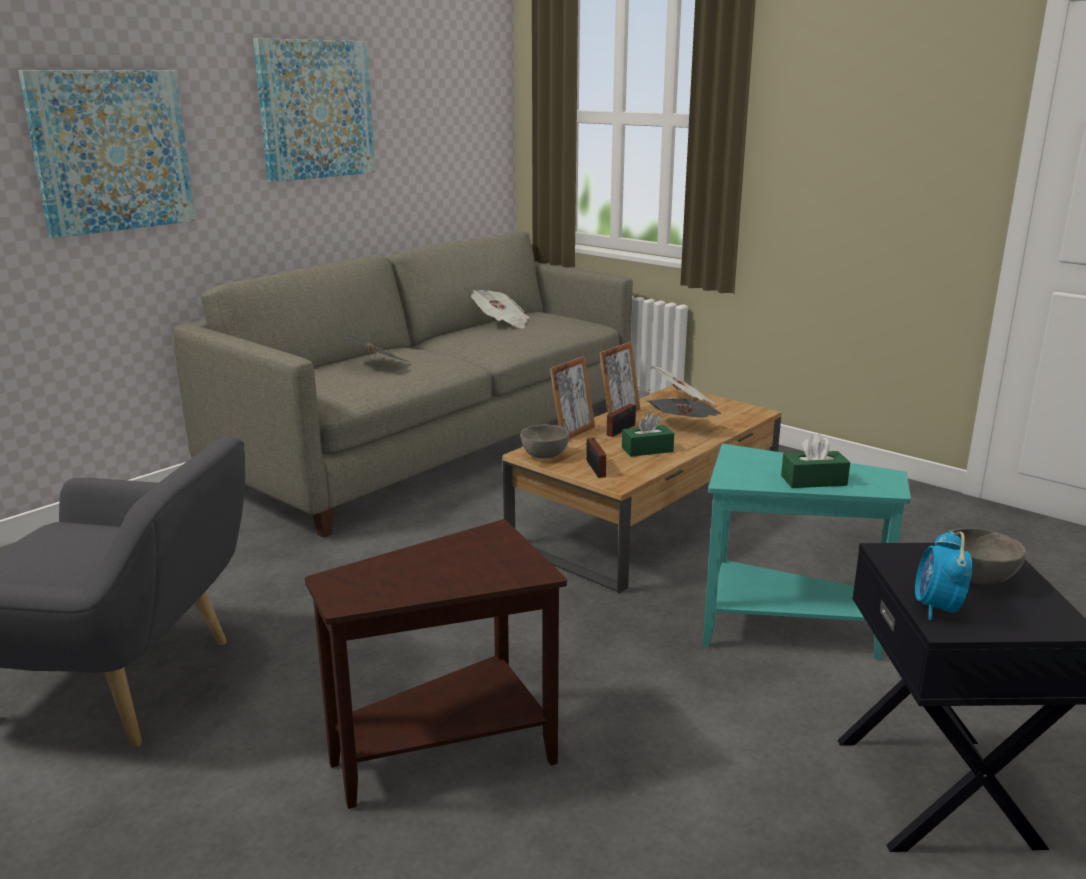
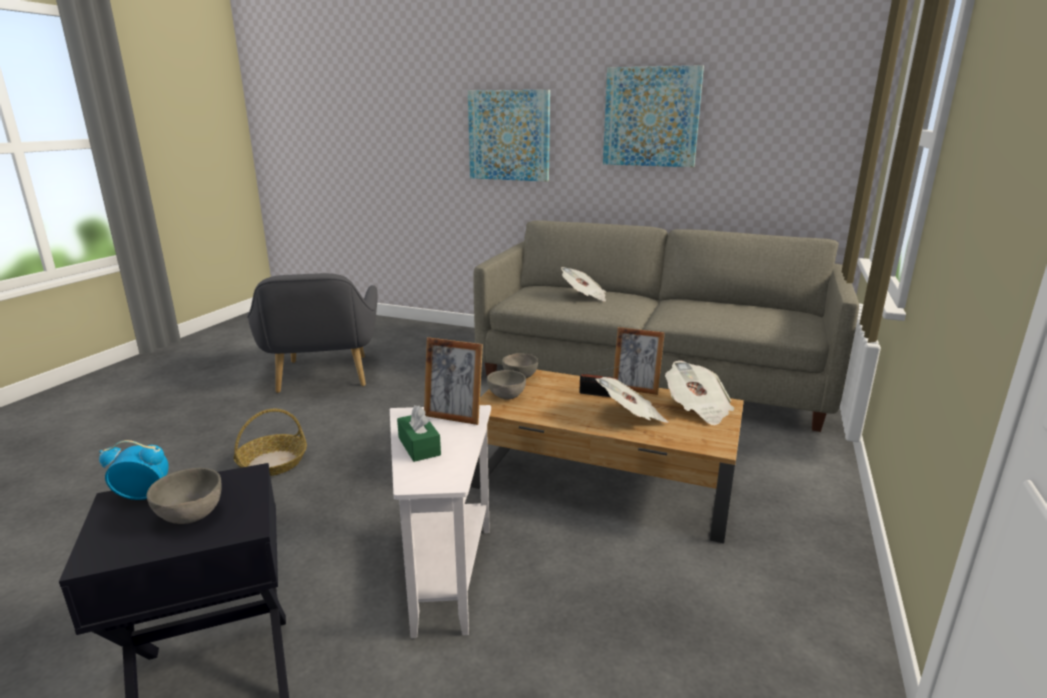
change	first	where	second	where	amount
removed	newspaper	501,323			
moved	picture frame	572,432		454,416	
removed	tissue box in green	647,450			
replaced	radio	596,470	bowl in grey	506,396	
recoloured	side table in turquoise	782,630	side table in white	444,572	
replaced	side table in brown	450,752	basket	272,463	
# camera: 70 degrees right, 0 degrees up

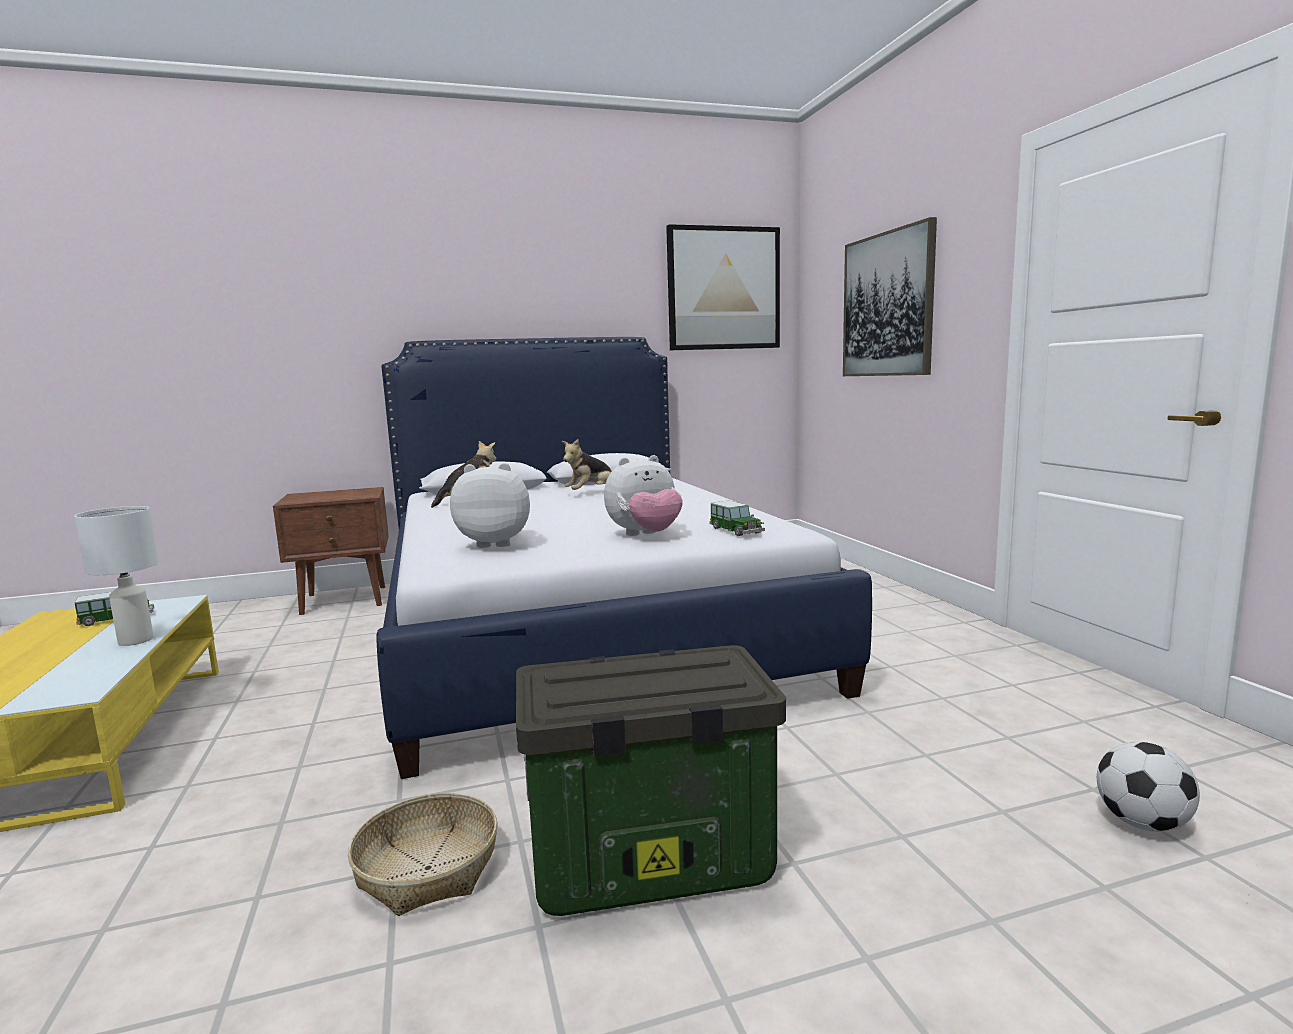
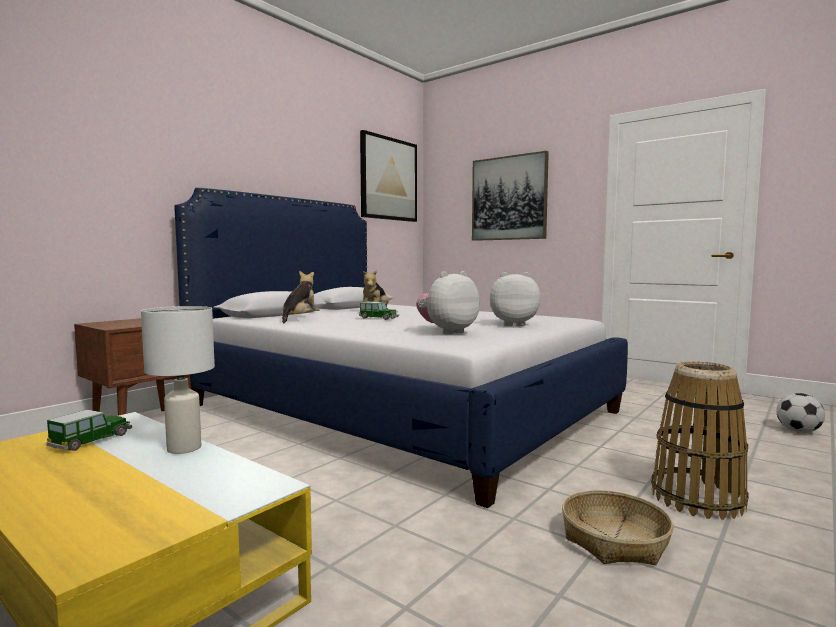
change	first	where	second	where	amount
turned	plush toy	645,535		513,324	120 degrees counterclockwise
moved	toy car	736,531		379,318	
replaced	storage box	647,862	basket	697,498	
# camera: 35 degrees left, 5 degrees down

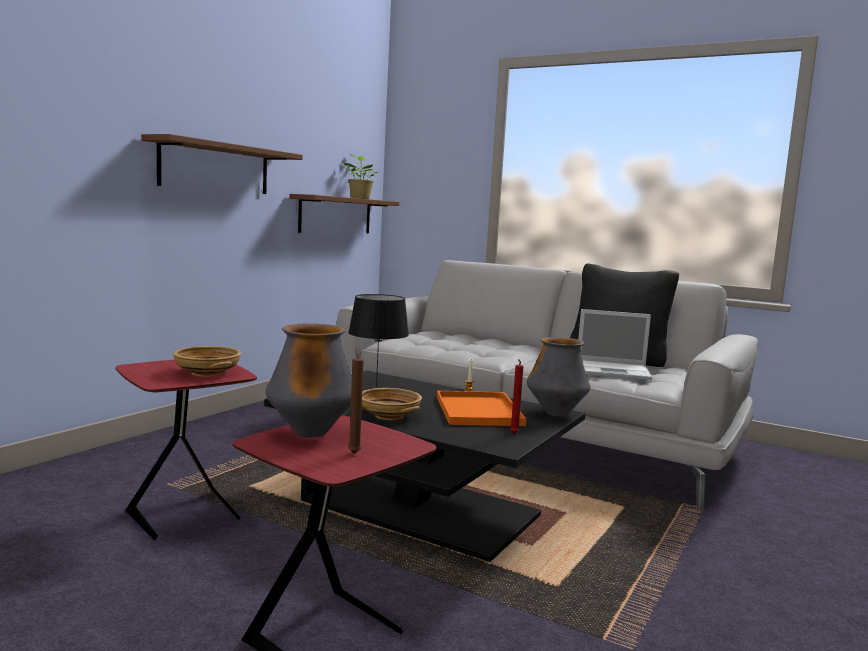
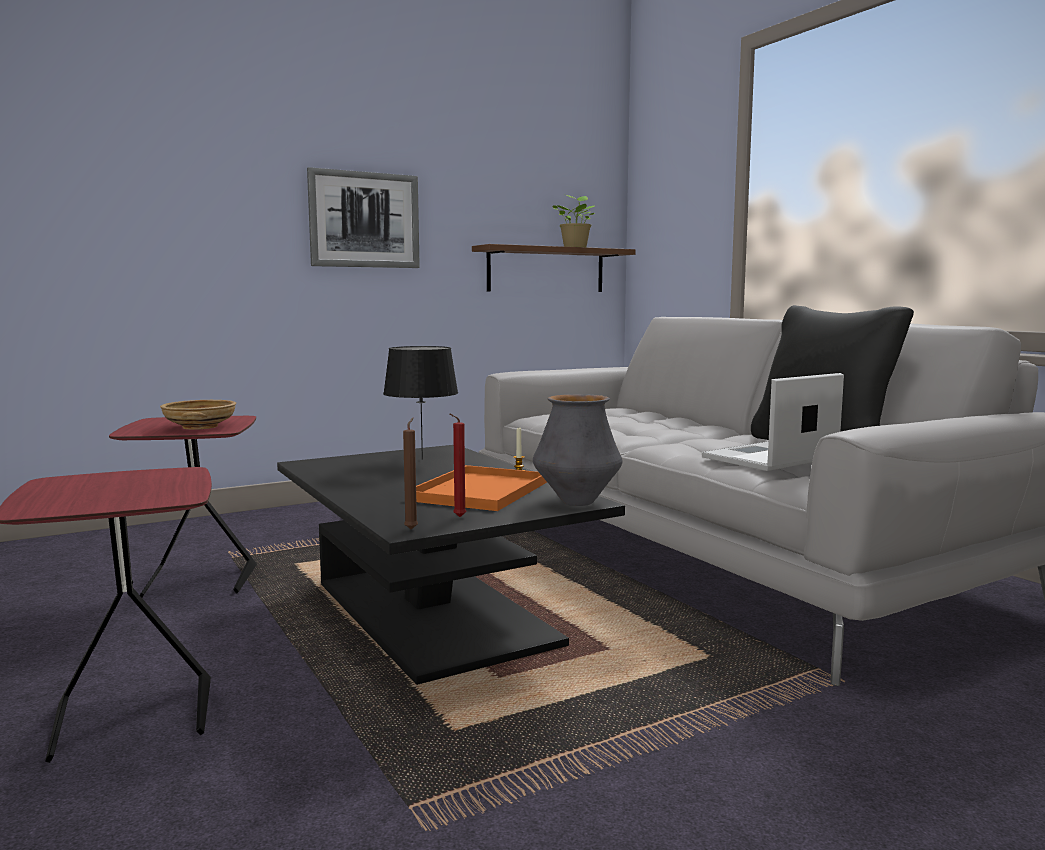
change	first	where	second	where	amount
replaced	shelf in brown	215,167	picture	364,220	
turned	laptop	614,371		768,458	105 degrees clockwise
removed	vase	311,433			
moved	candle in brown	354,453		412,529	
removed	bowl in beige	389,415			
# camera: 30 degrees right, 0 degrees up

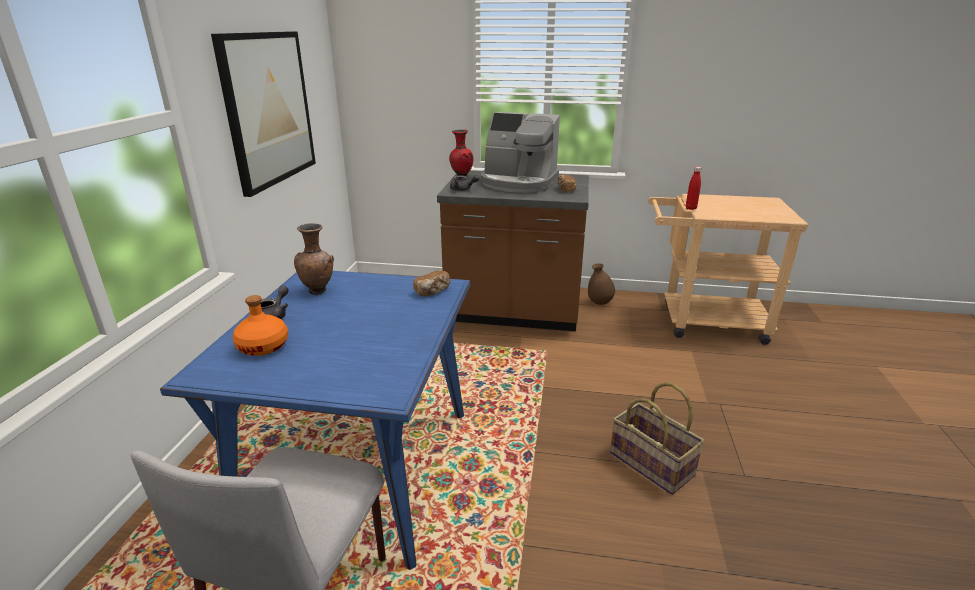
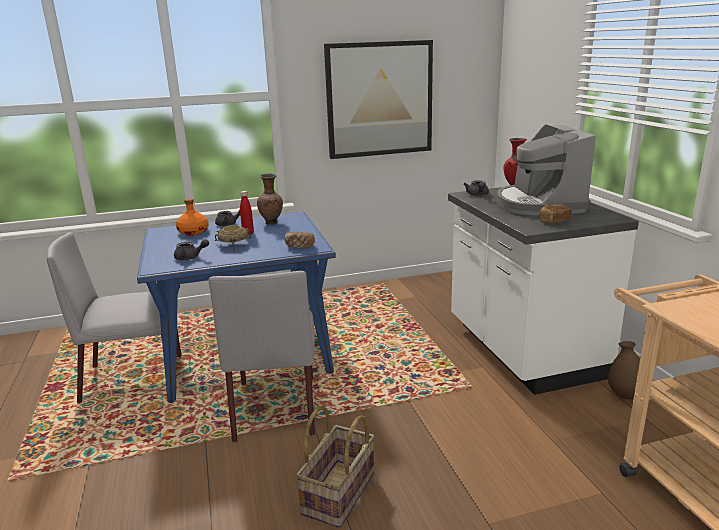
change	first	where	second	where	amount
moved	bottle in red	691,208		248,233	
recoloured	counter in brown	514,313	counter in white	522,350	
added			bowl in beige	233,244	
added			teapot in grey	190,258	
added			chair in grey	275,406	
# camera: 65 degrees right, 5 degrees down

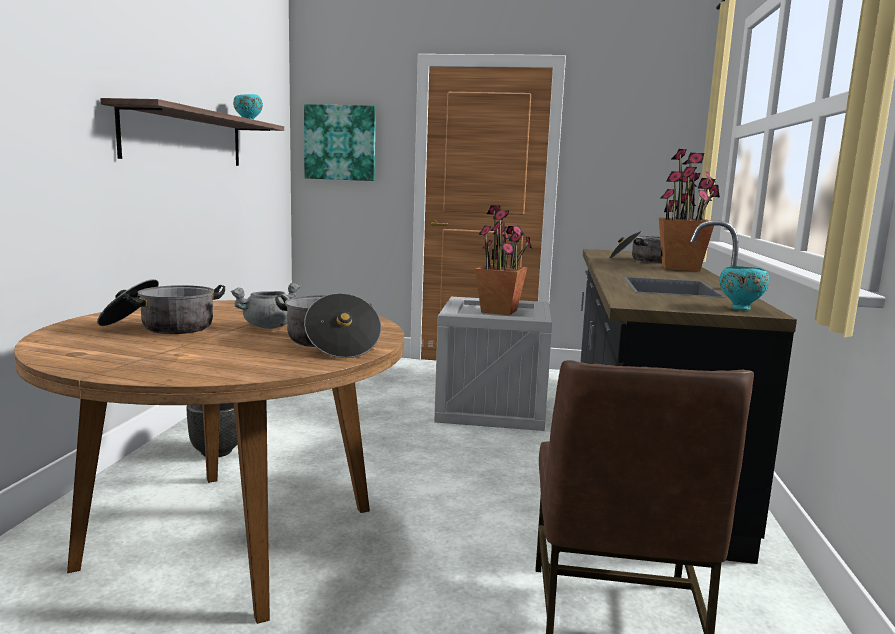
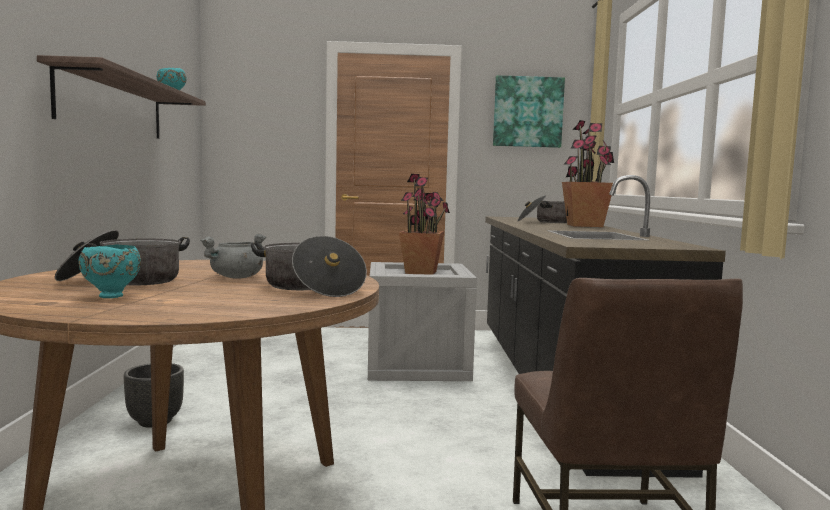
change	first	where	second	where	amount
moved	picture	340,143		527,112	
moved	bowl in turquoise	739,308		111,296	
# camera: 10 degrees left, 5 degrees down

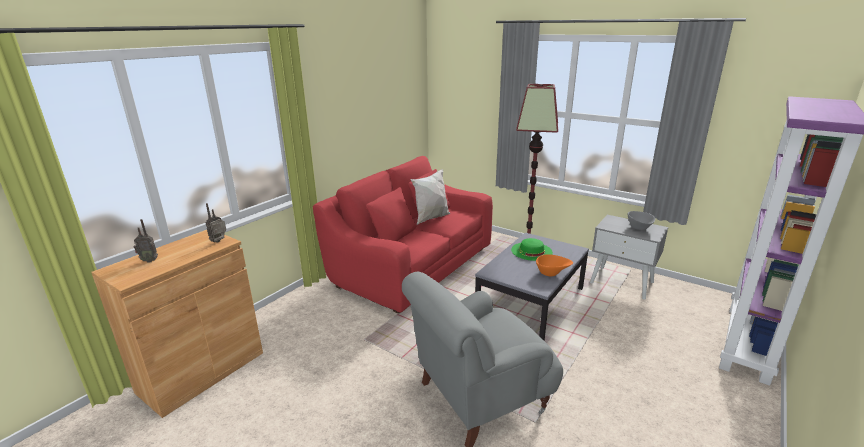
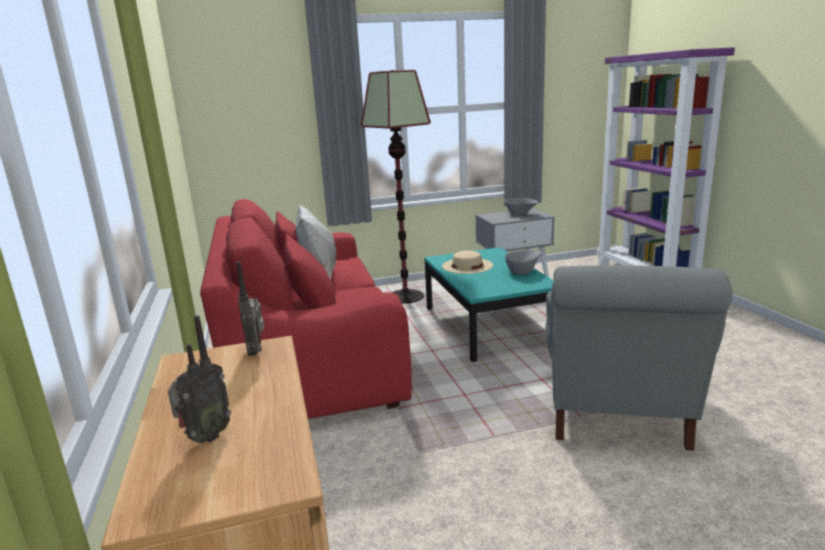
change	first	where	second	where	amount
recoloured	coffee table in grey	530,302	coffee table in turquoise	487,326	
recoloured	hat in green	531,251	hat in beige	467,265	
recoloured	bowl in orange	552,273	bowl in grey	523,271	
# camera: 50 degrees left, 5 degrees down

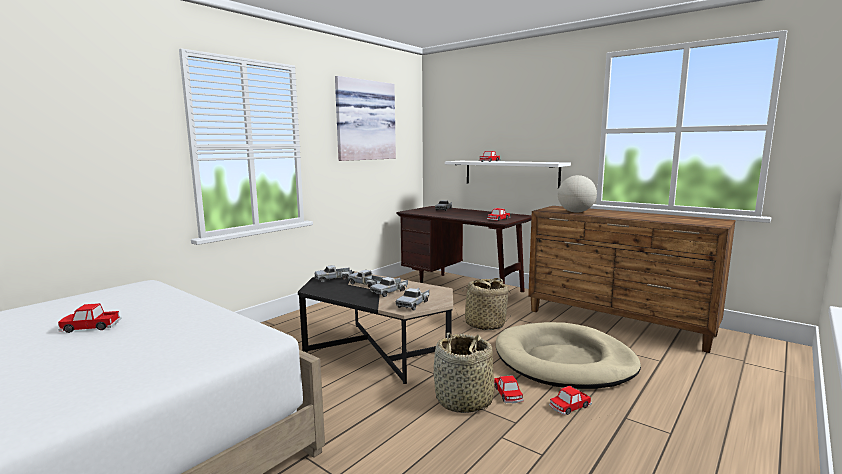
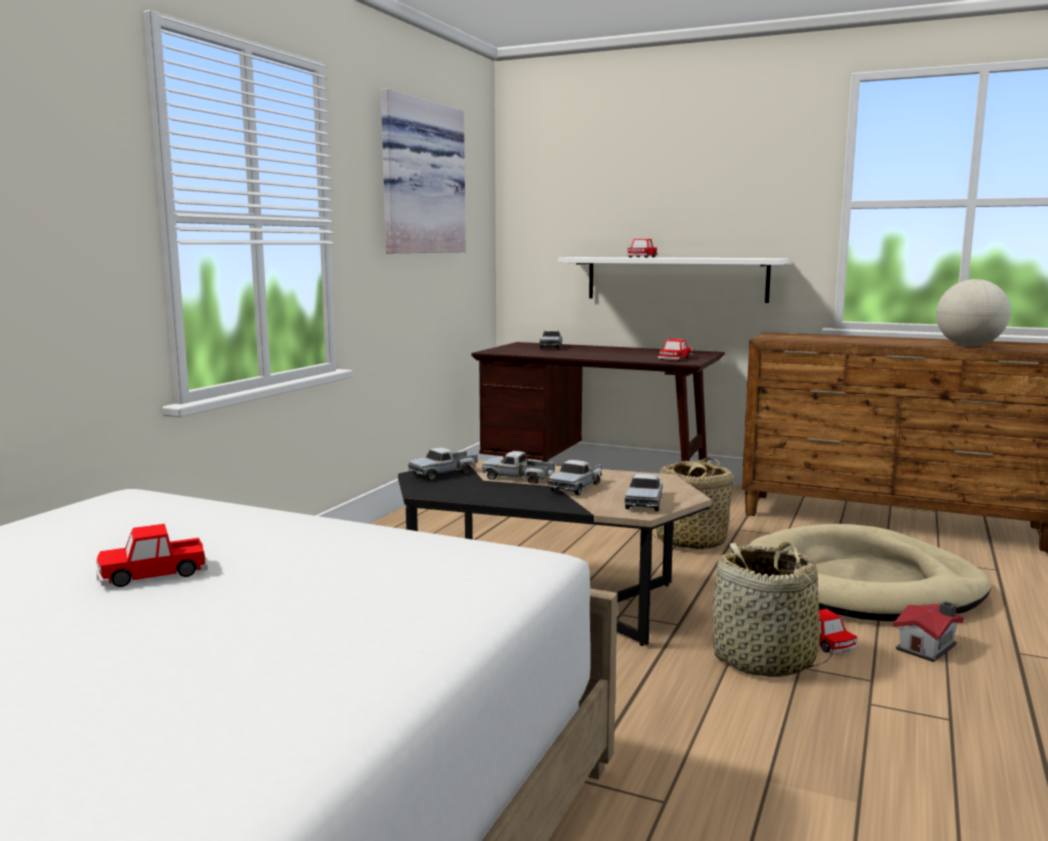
change	first	where	second	where	amount
moved	globe	575,212		969,346	
replaced	toy car	569,406	toy house	928,647	
# camera: 15 degrees left, 0 degrees up

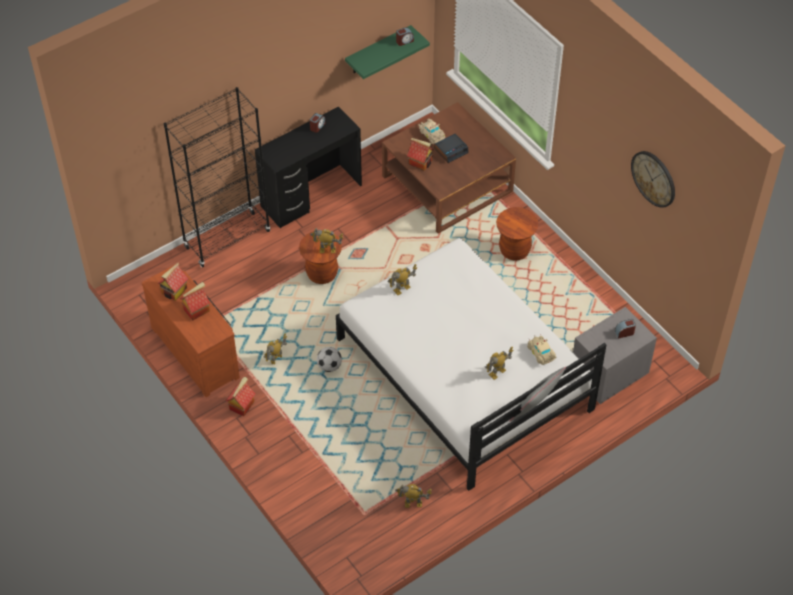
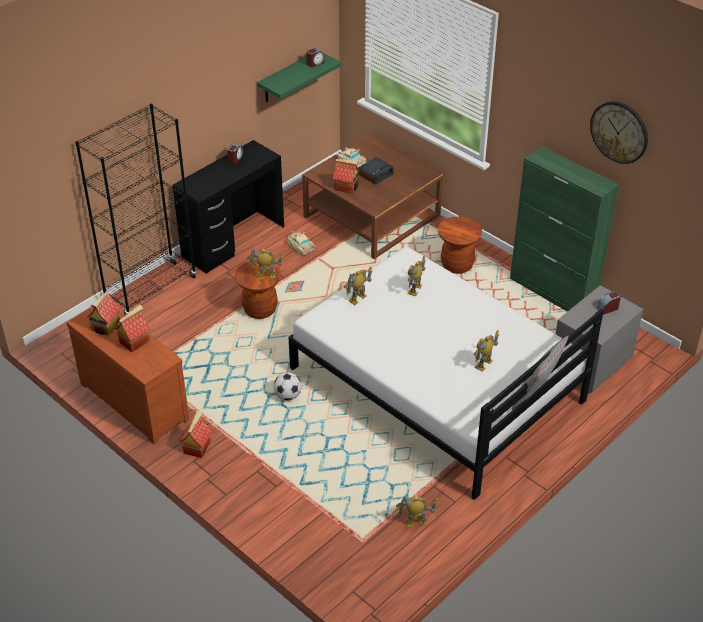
change	first	where	second	where	amount
moved	toy robot	276,360		415,290	
moved	toy car in beige	541,353		300,247	
added			cabinet in green	552,292	
# camera: 10 degrees left, 10 degrees down

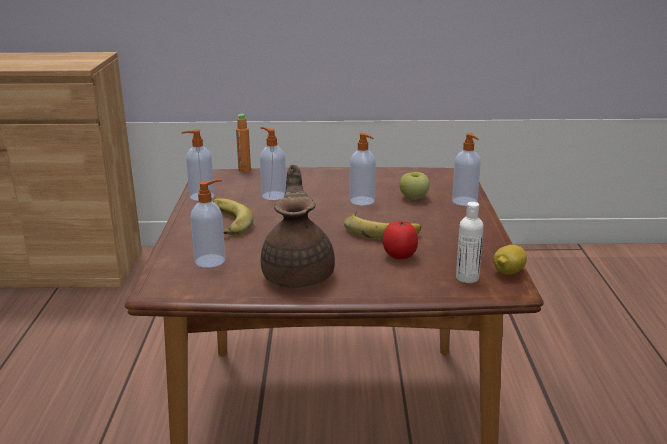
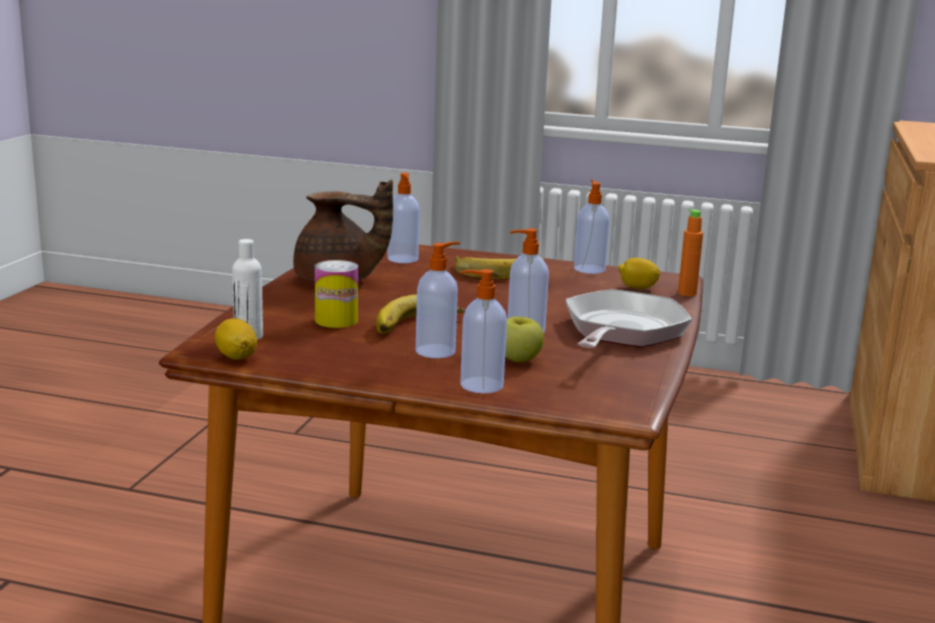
change	first	where	second	where	amount
moved	soap dispenser	273,195		437,351	
replaced	tomato	399,256	can	336,320	
added			lemon	637,288	
added			frying pan	622,332	
# camera: 105 degrees right, 5 degrees down

